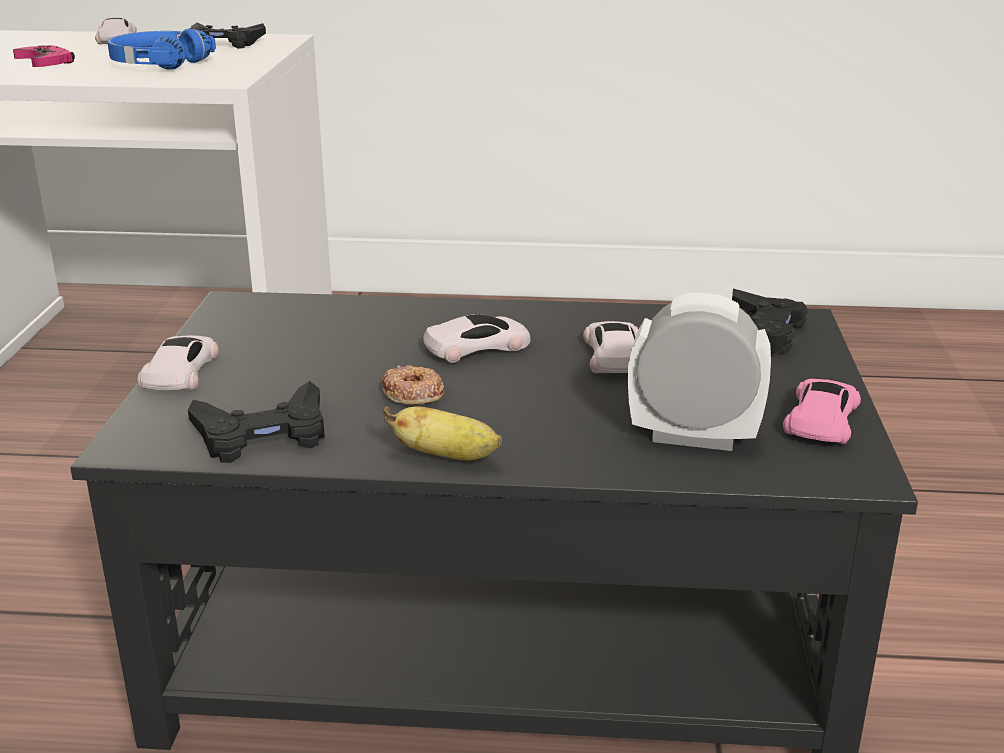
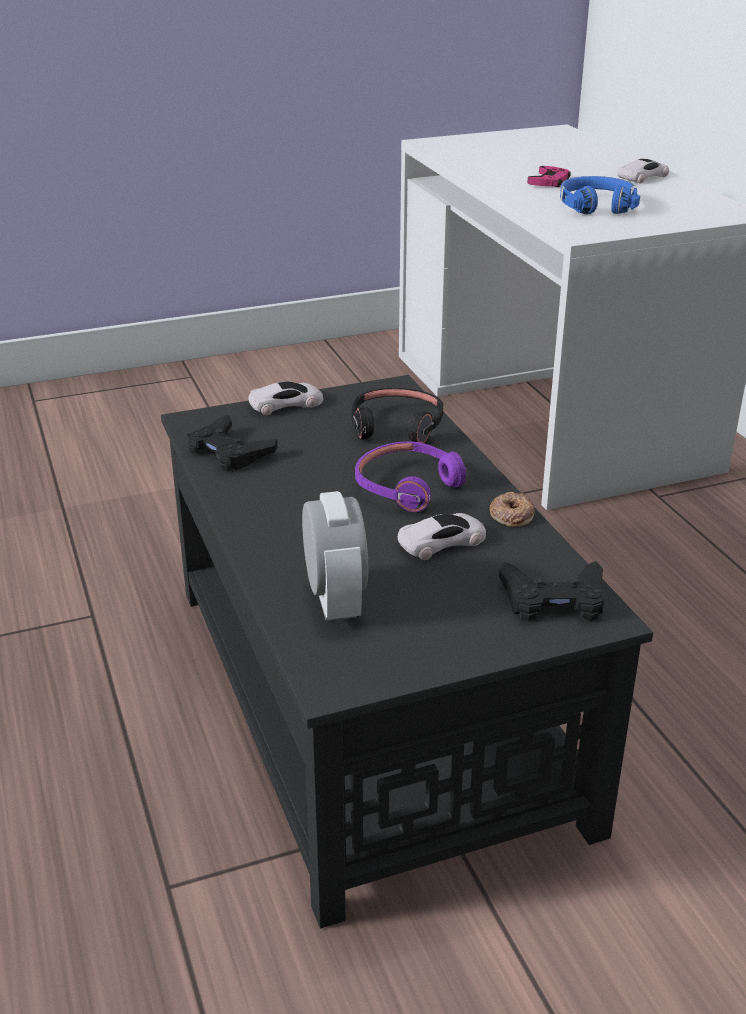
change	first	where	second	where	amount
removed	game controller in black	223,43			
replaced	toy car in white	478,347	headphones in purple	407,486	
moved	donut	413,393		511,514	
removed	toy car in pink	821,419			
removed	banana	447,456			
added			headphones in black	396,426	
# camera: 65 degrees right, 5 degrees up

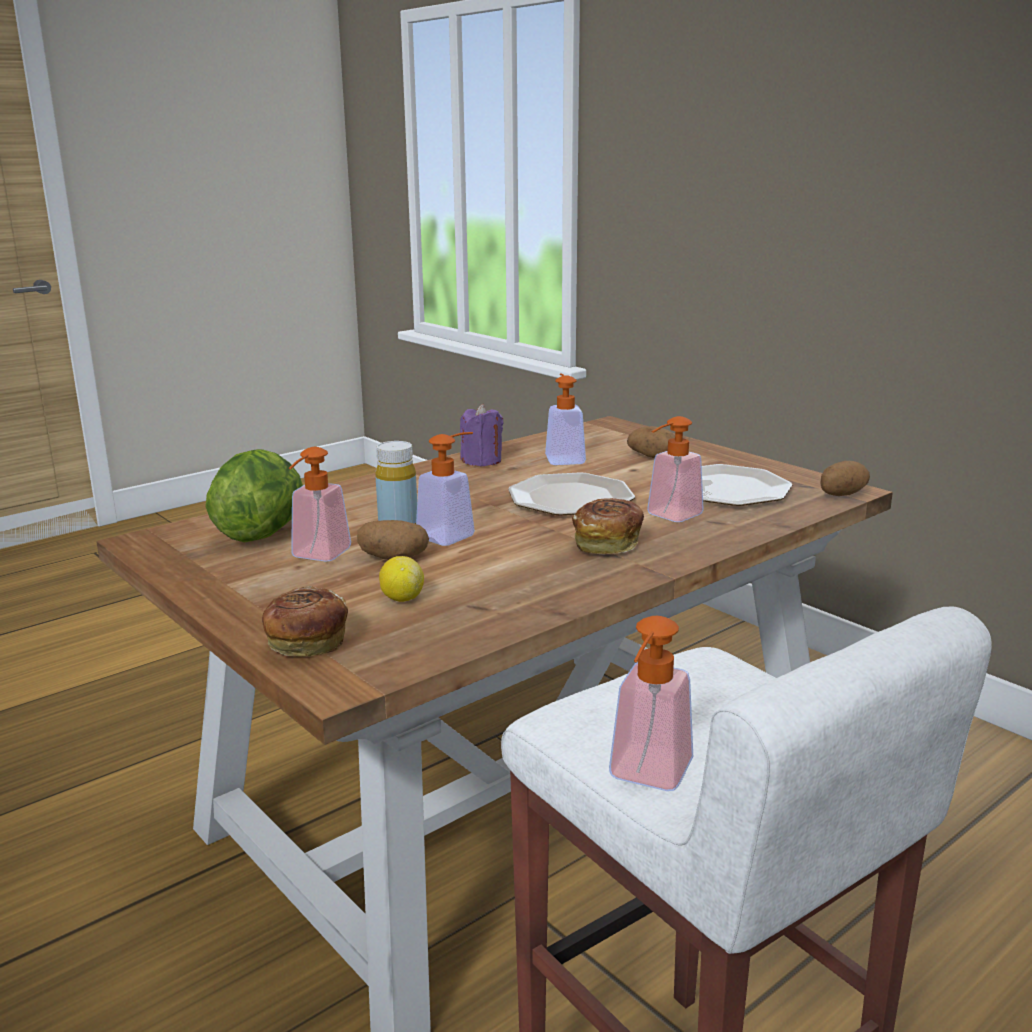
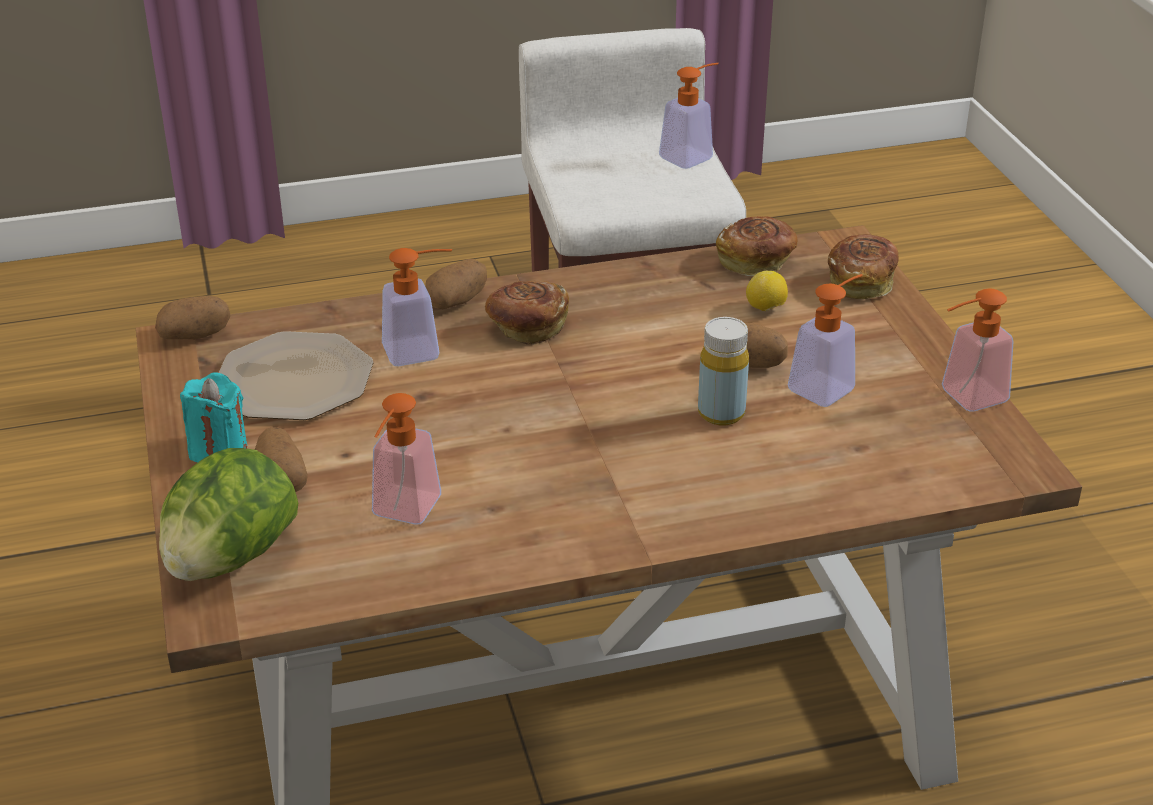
change	first	where	second	where	amount
removed	candle in purple	482,461			
moved	soap dispenser	452,534		964,398	
moved	lettuce	262,533		231,559	
removed	plate	571,497			
added			bread	756,262	
added			potato	457,301	
added			candle in turquoise	218,448	
# camera: 155 degrees left, 15 degrees up

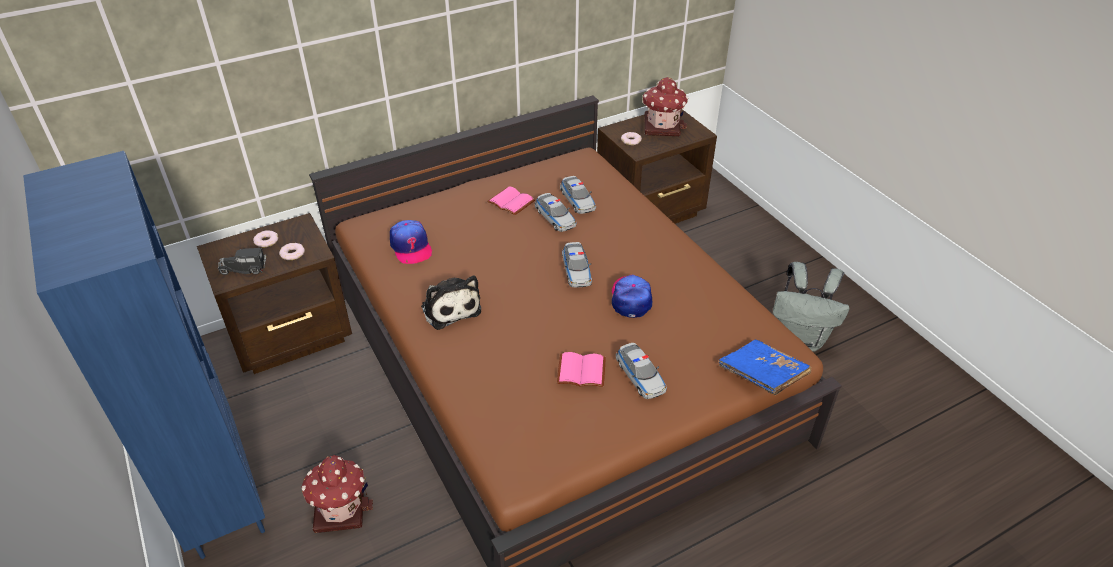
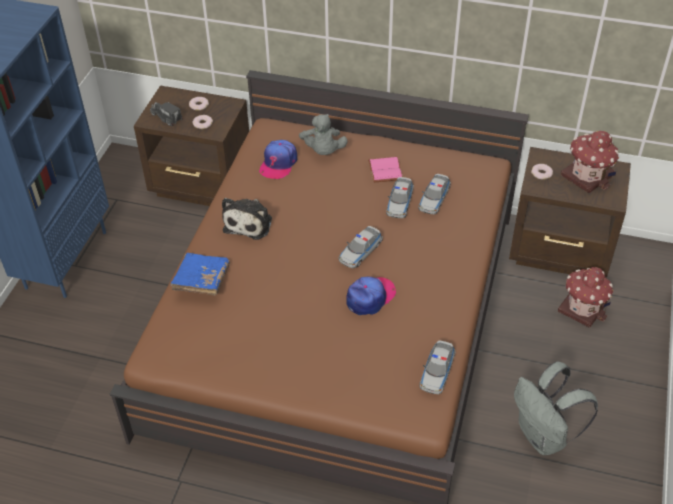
change	first	where	second	where	amount
moved	book in blue	762,376		201,281	
moved	toy car	640,376		437,371	
removed	book in pink	580,372			
moved	toy house	340,507		583,307	
added			plush toy in grey	323,151	
# camera: 45 degrees right, 5 degrees up

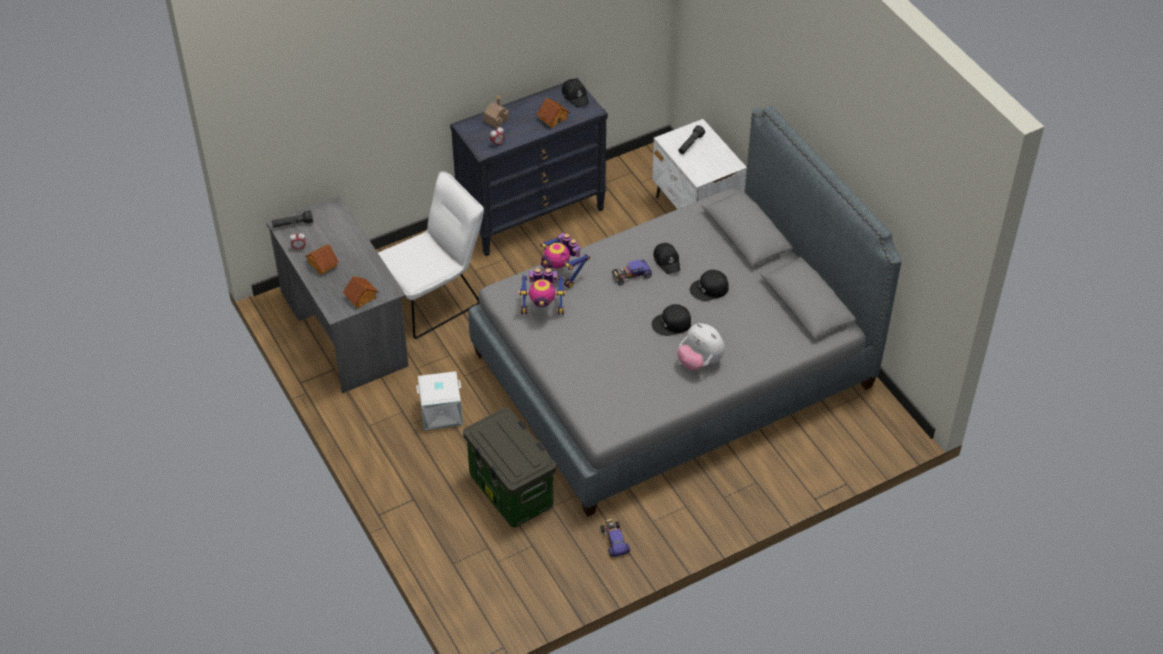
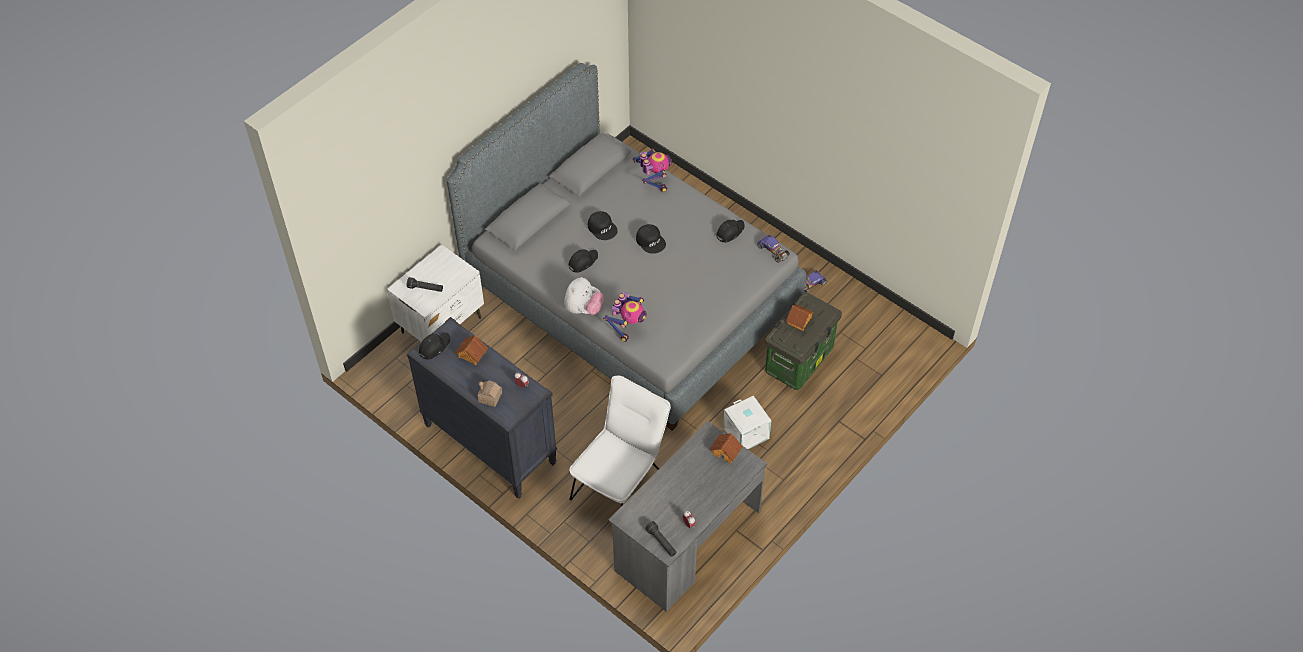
change	first	where	second	where	amount
turned	chair in white	434,298		622,484	90 degrees clockwise
moved	toy house	322,264		799,320	
moved	toy car	631,275		773,250	
moved	toy robot	543,308		653,180	
moved	plush toy	699,362		583,309	
added			cap in black	729,232	
# camera: 110 degrees left, 5 degrees up

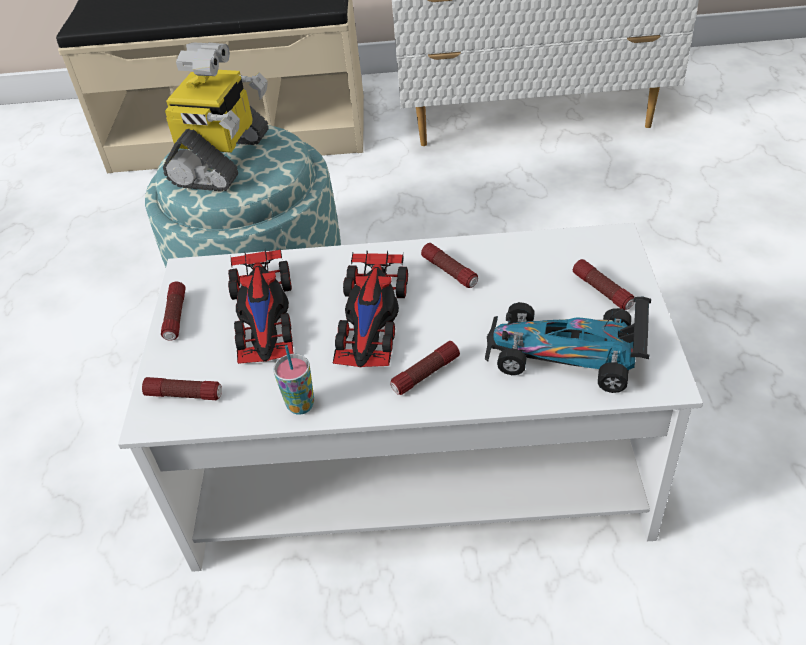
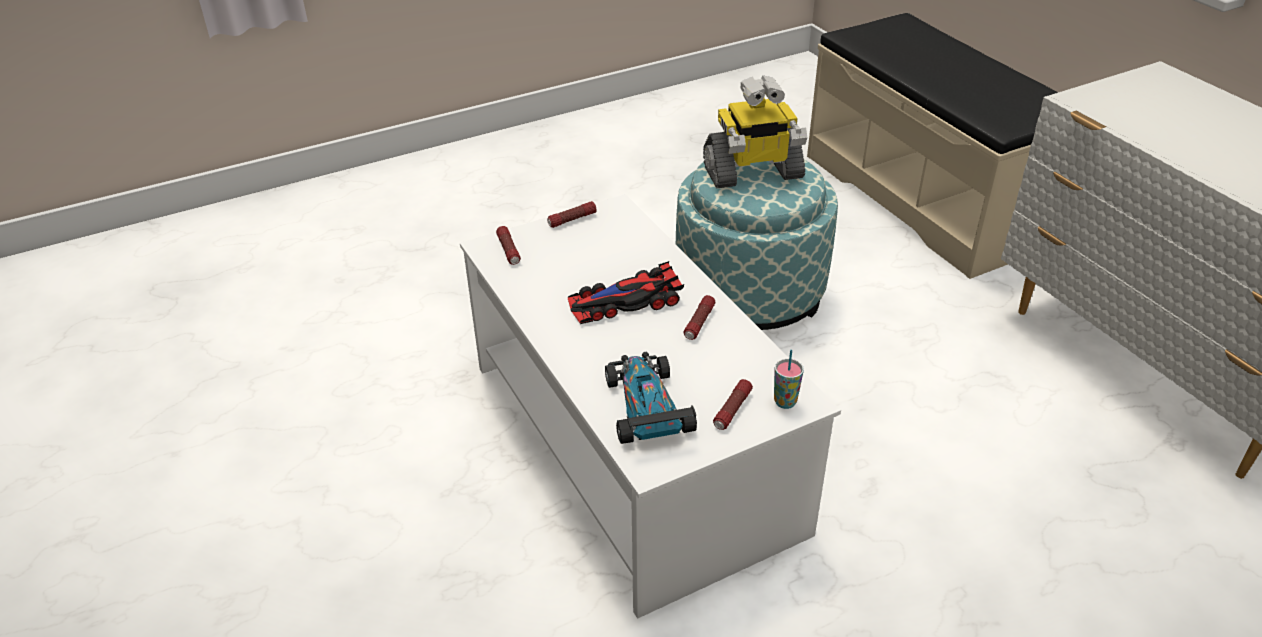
change	first	where	second	where	amount
removed	toy car	263,314			
removed	flashlight	425,374			
moved	cup	300,405		785,402	
# camera: 60 degrees right, 5 degrees down

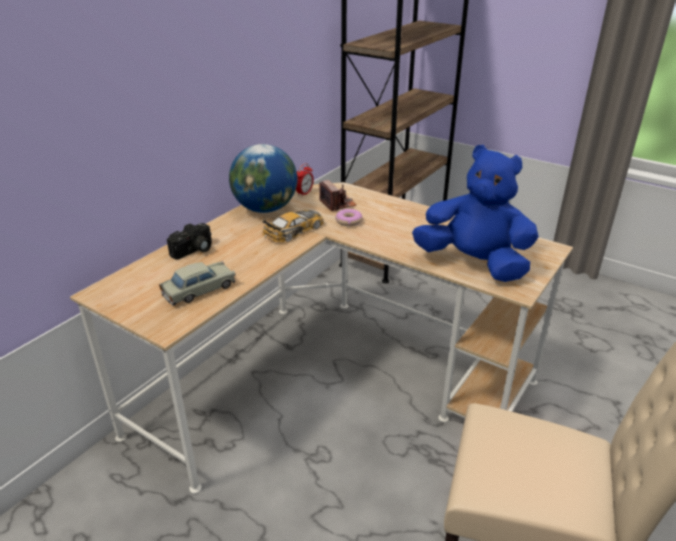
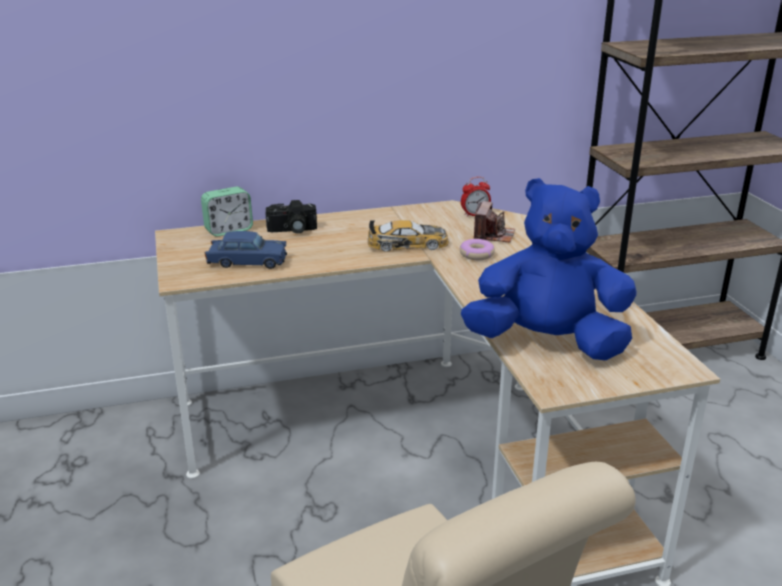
change	first	where	second	where	amount
removed	globe	265,209			
turned	plush toy in blue	473,263		547,343	60 degrees counterclockwise
recoloured	toy car in beige	199,290	toy car in blue	247,261	
added			alarm clock	228,230	
# camera: 40 degrees right, 5 degrees down

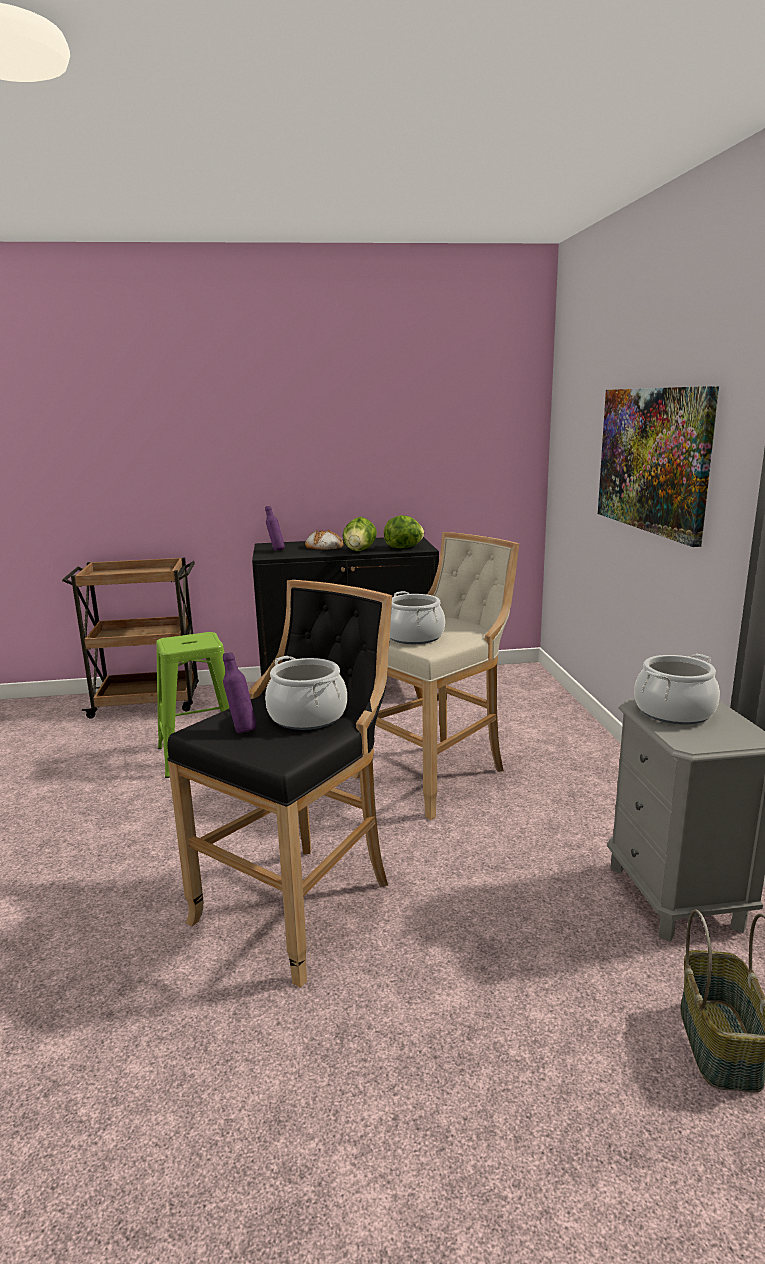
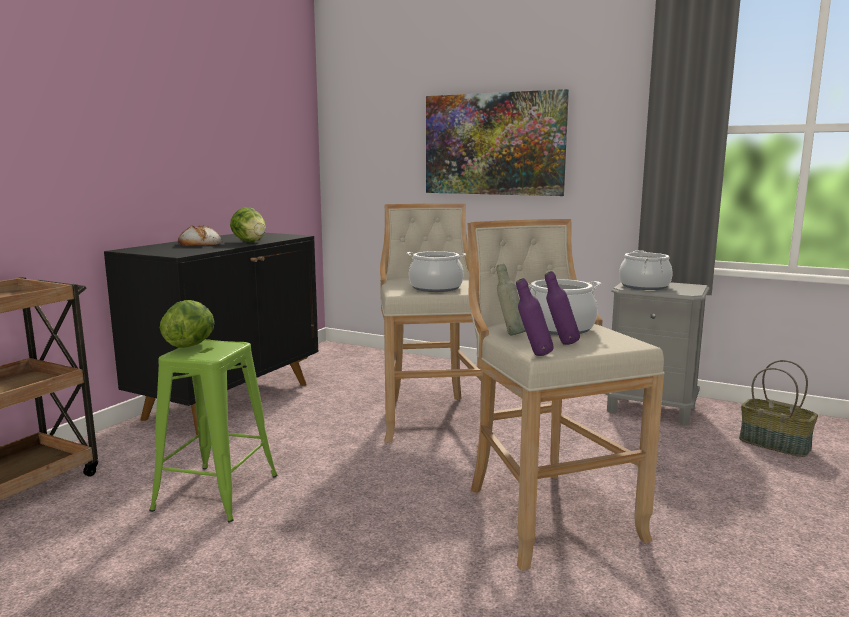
change	first	where	second	where	amount
moved	bottle in purple	275,550		533,355	
moved	lettuce	404,547		191,345	
recoloured	stool in black	302,903	stool in beige	545,512	
added			bottle in grey	509,334	
# camera: 55 degrees left, 5 degrees down

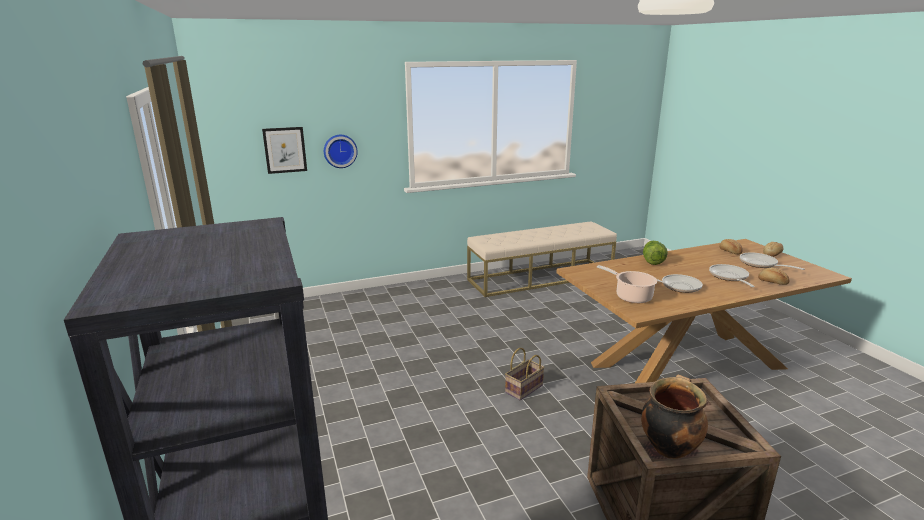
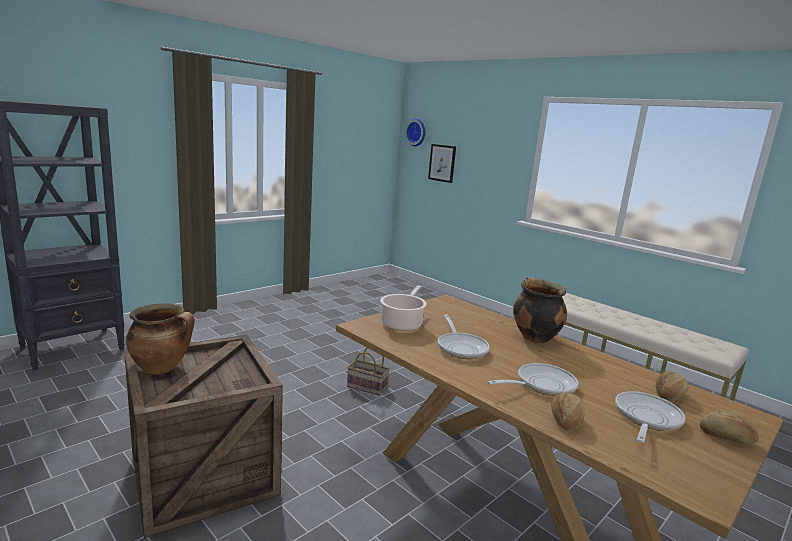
change	first	where	second	where	amount
moved	wall clock	340,151		417,132	
replaced	lettuce	652,261	cooking pot	534,337	
# camera: 65 degrees right, 5 degrees down

